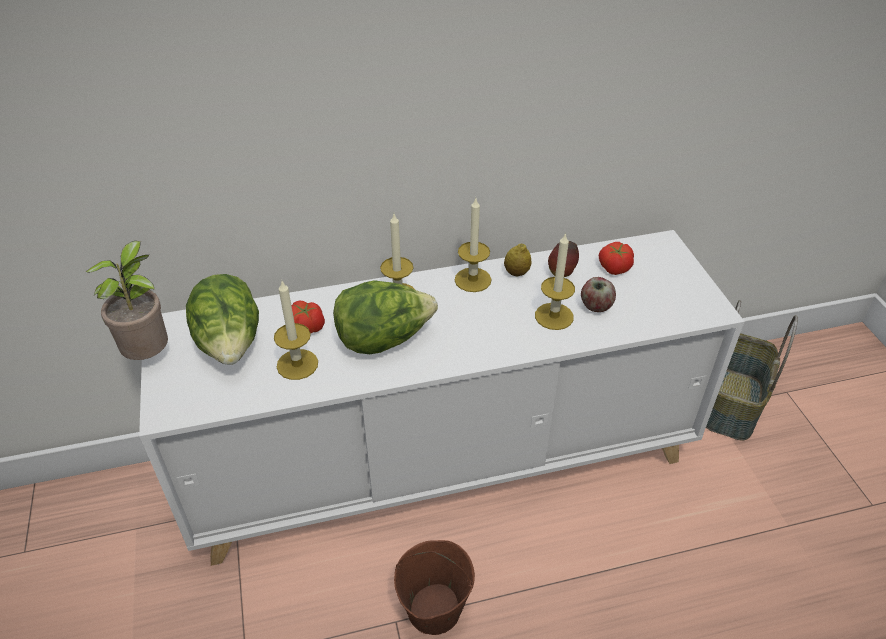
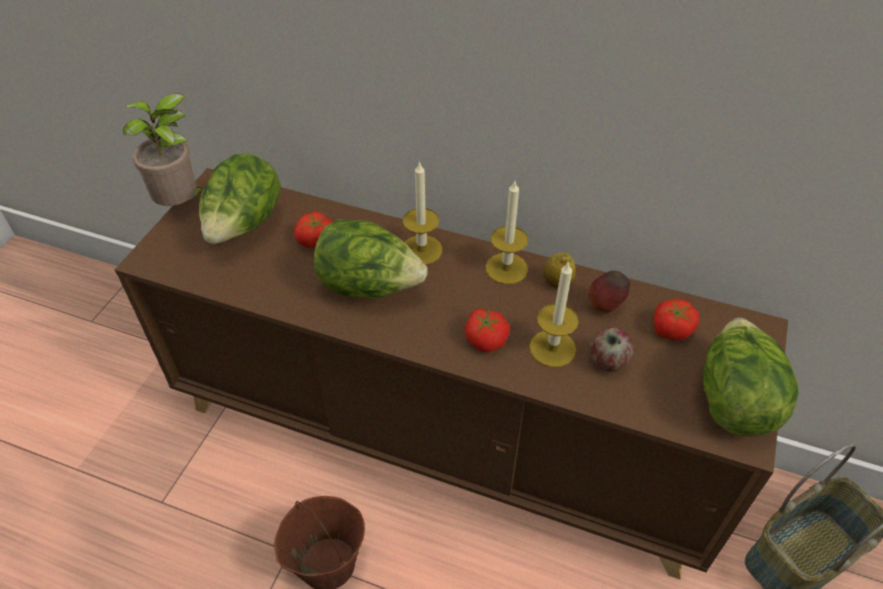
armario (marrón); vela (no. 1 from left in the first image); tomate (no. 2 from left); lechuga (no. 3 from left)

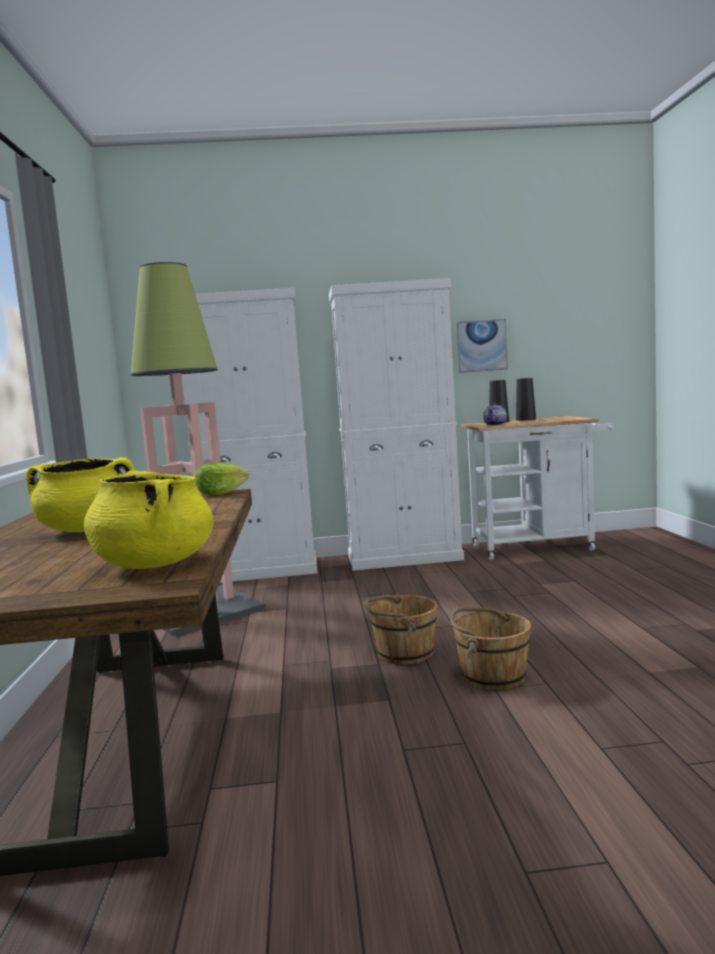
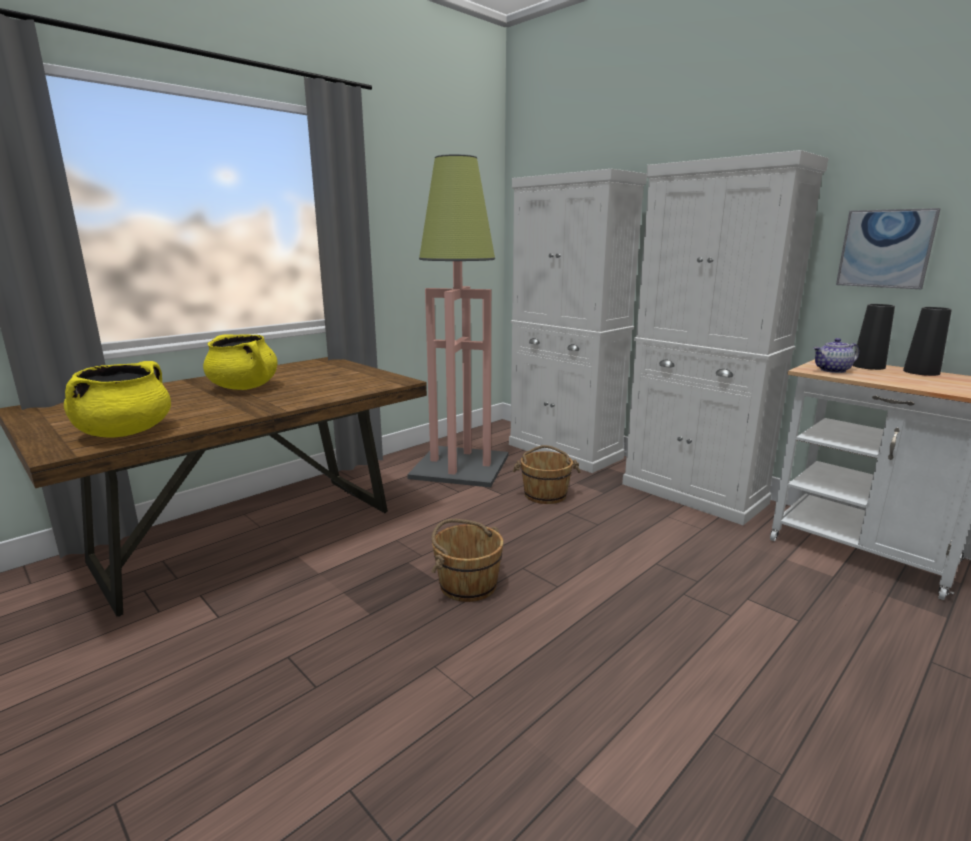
lechuga; cubo (marrón) (no. 2 from left)

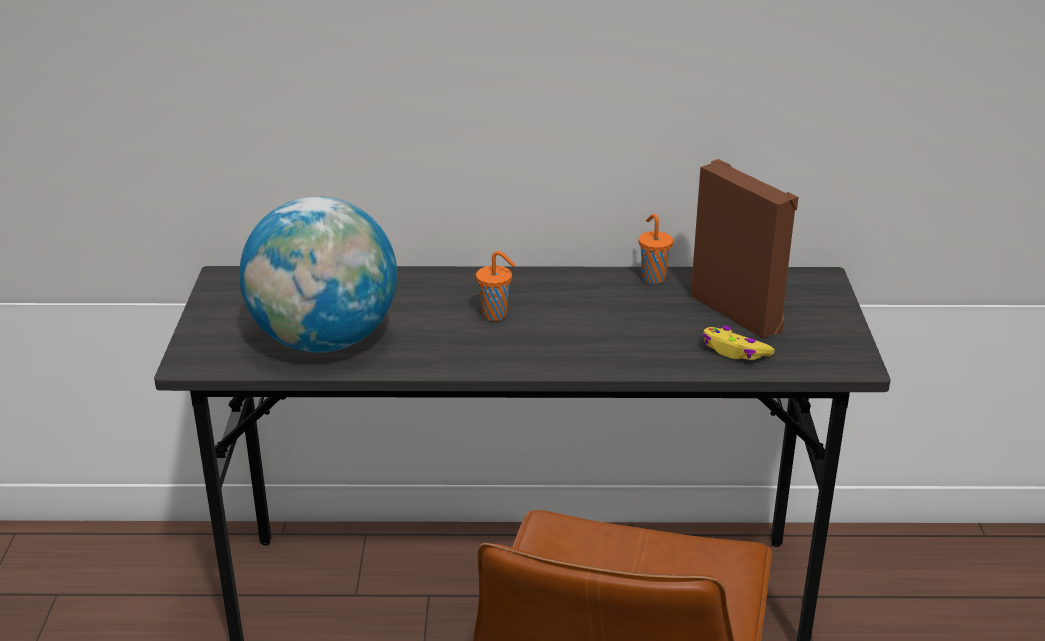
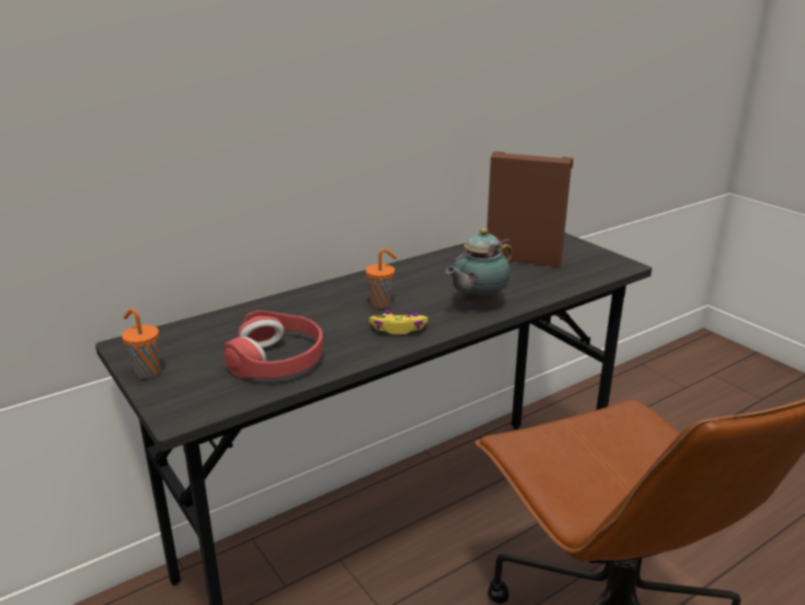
auriculares (rojo); taza (naranja) (no. 1 from left); mando de consola (amarillo); tetera

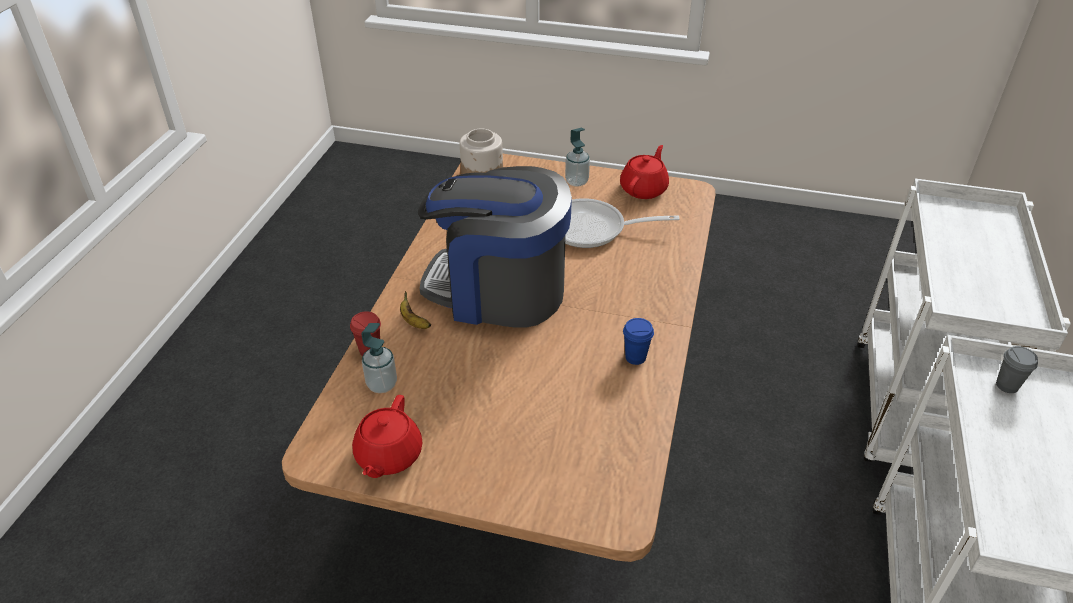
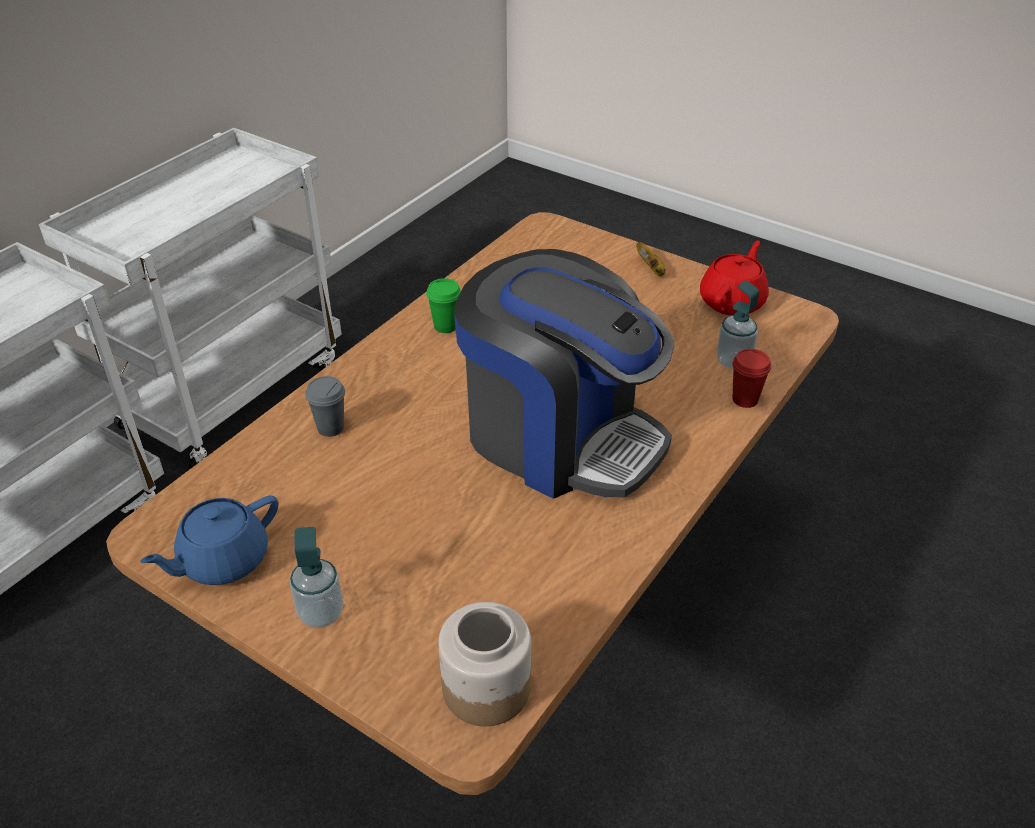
tetera (azul); sartén; plátano; taza (verde); taza (gris)

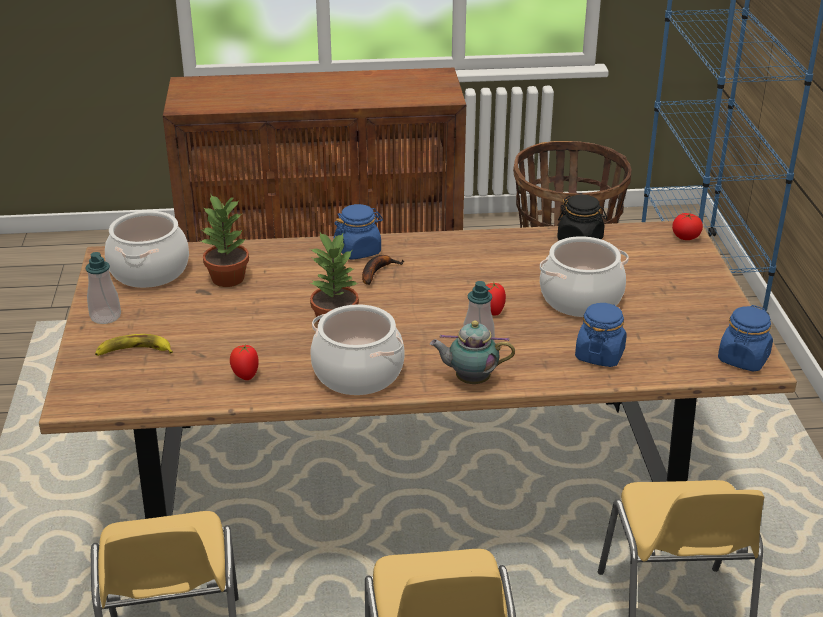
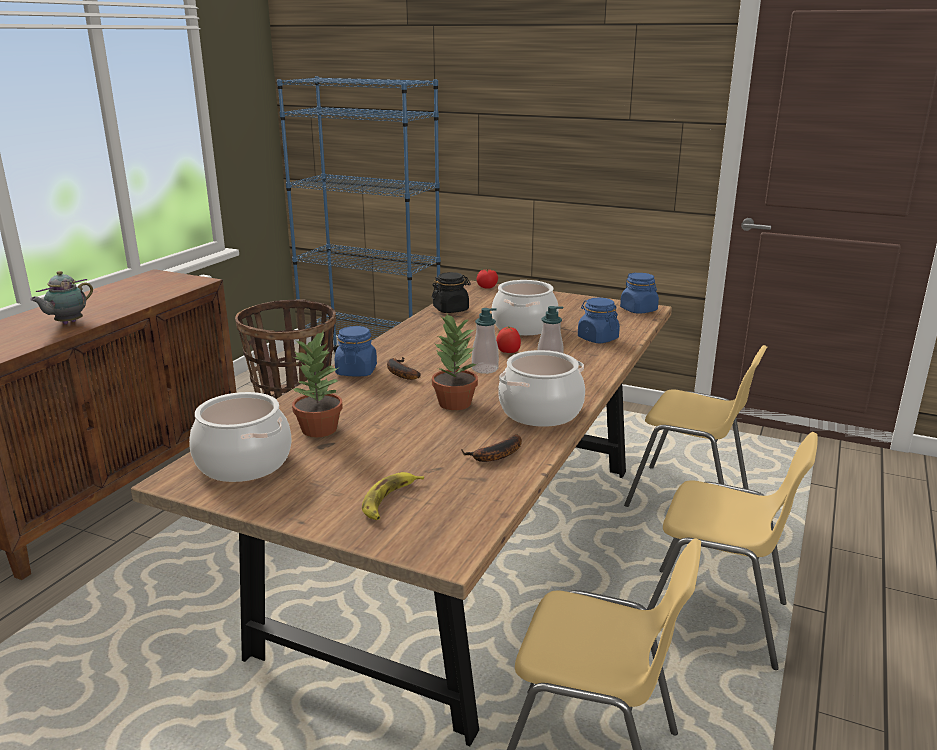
dispensador de jabón (no. 1 from left); tetera; plátano (no. 3 from left)

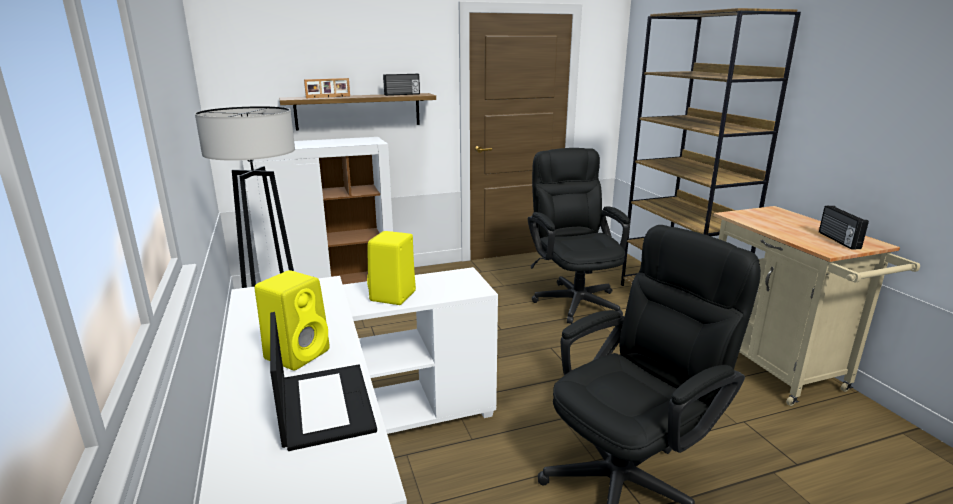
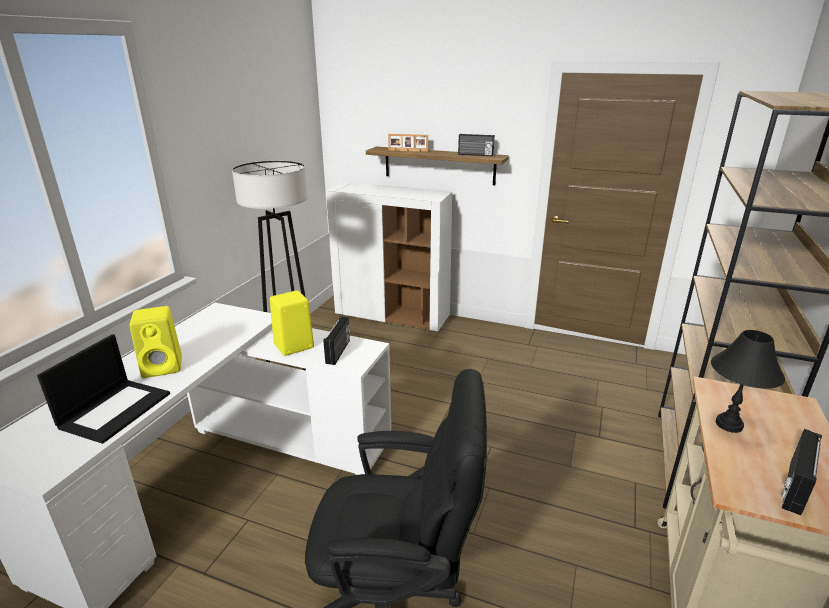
silla de oficina (negro) (no. 1 from left in the first image); radio (no. 1 from left); lámpara de mesa (negro)

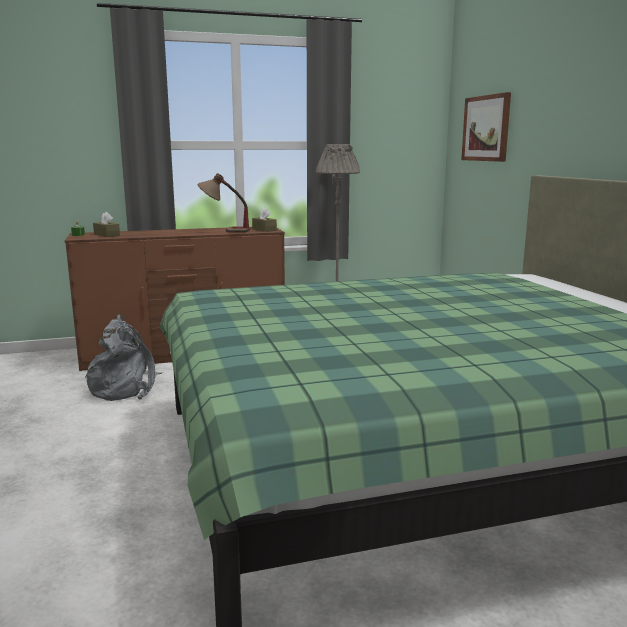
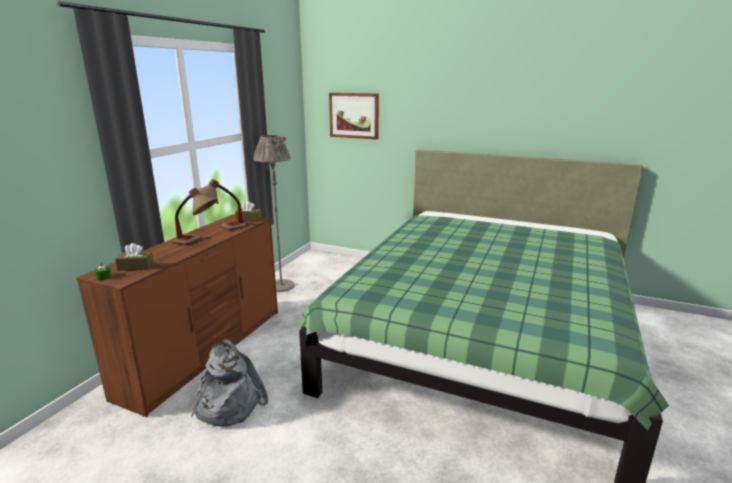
lámpara de mesa (no. 1 from left)

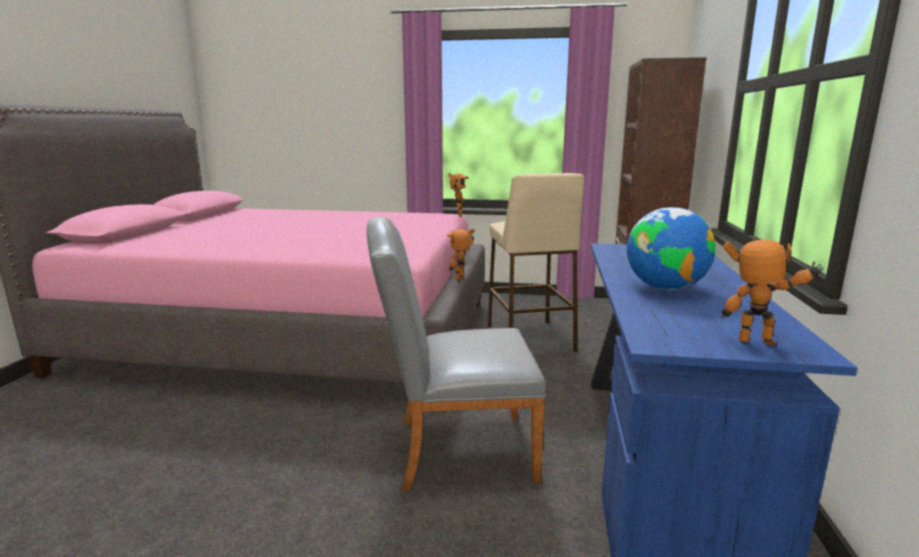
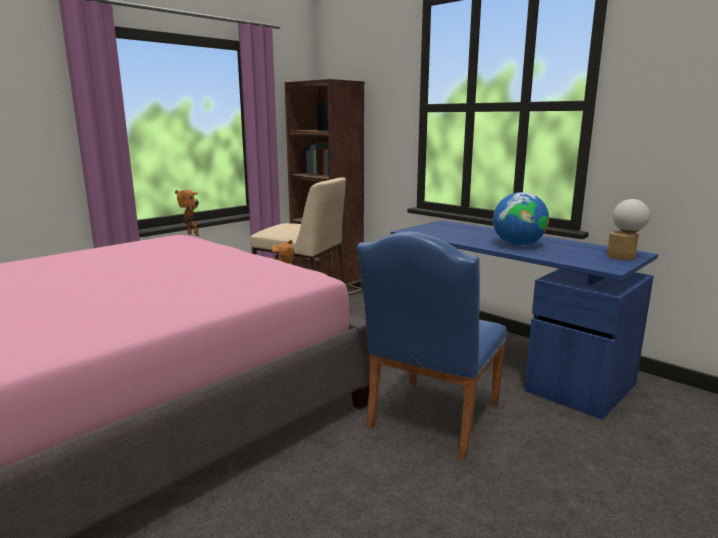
silla (azul); lámpara de mesa

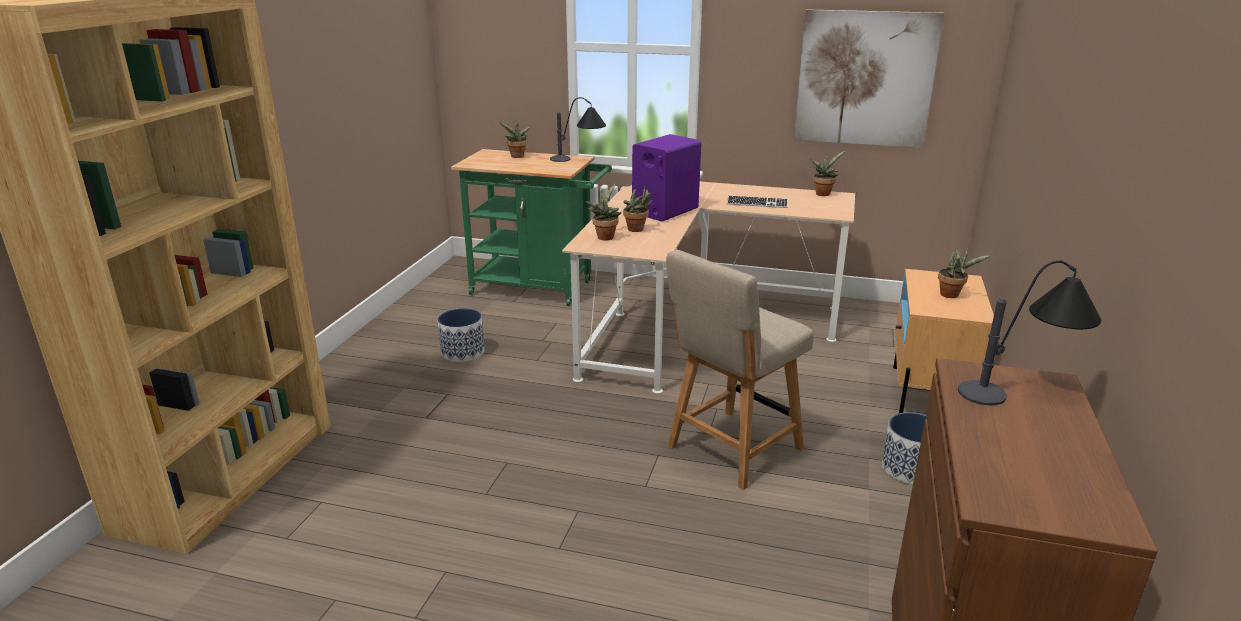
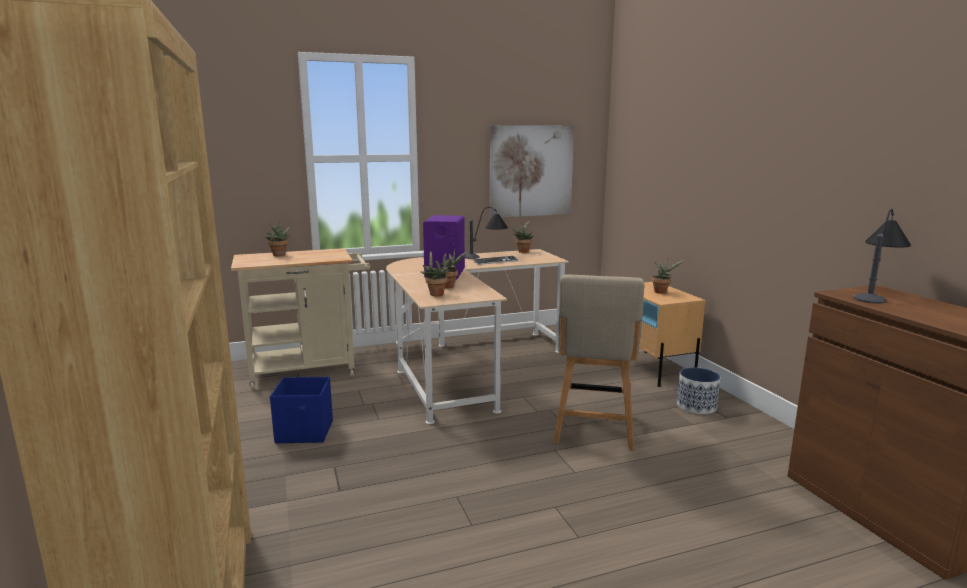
lámpara de mesa (no. 1 from left); carrito (beis); caja de almacenaje (azul)

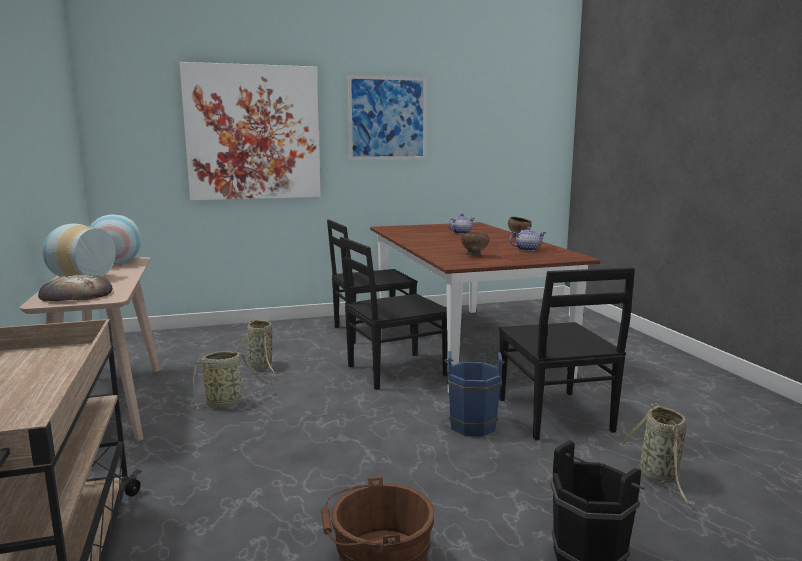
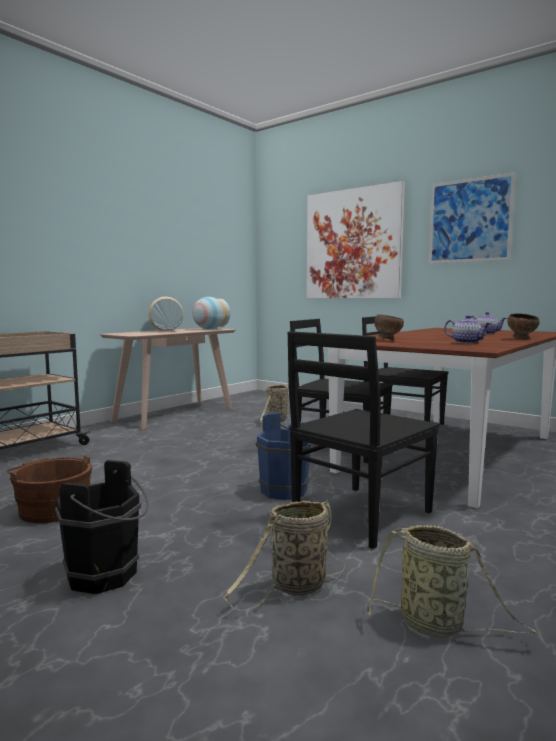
pan; cesta (no. 3 from left)

